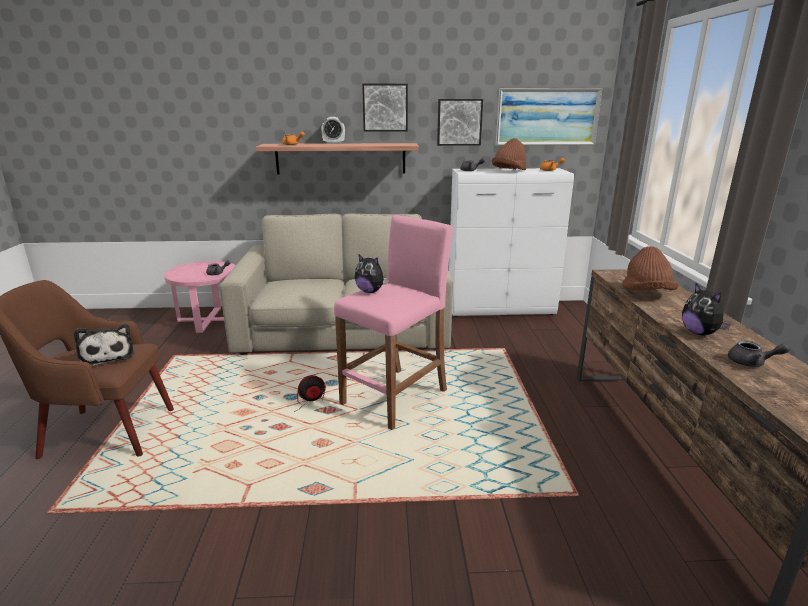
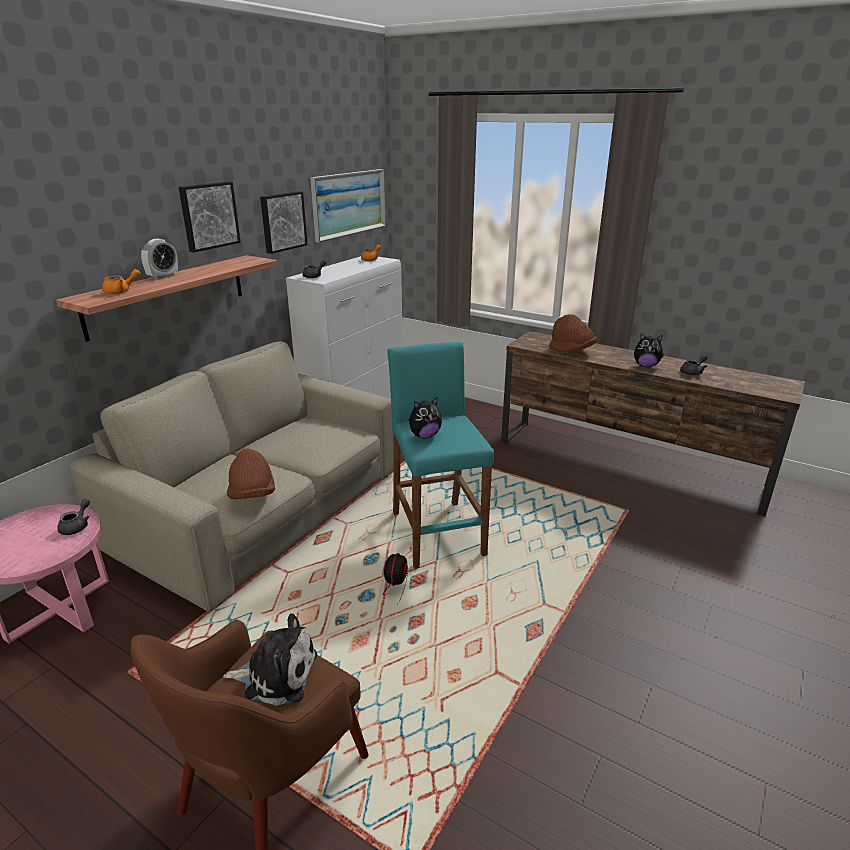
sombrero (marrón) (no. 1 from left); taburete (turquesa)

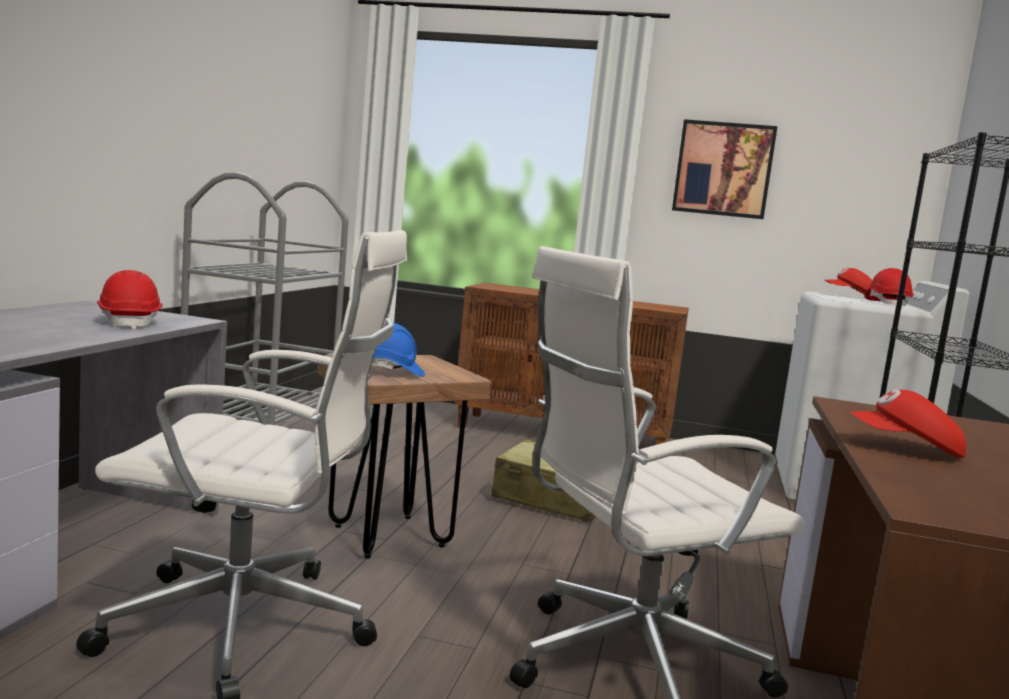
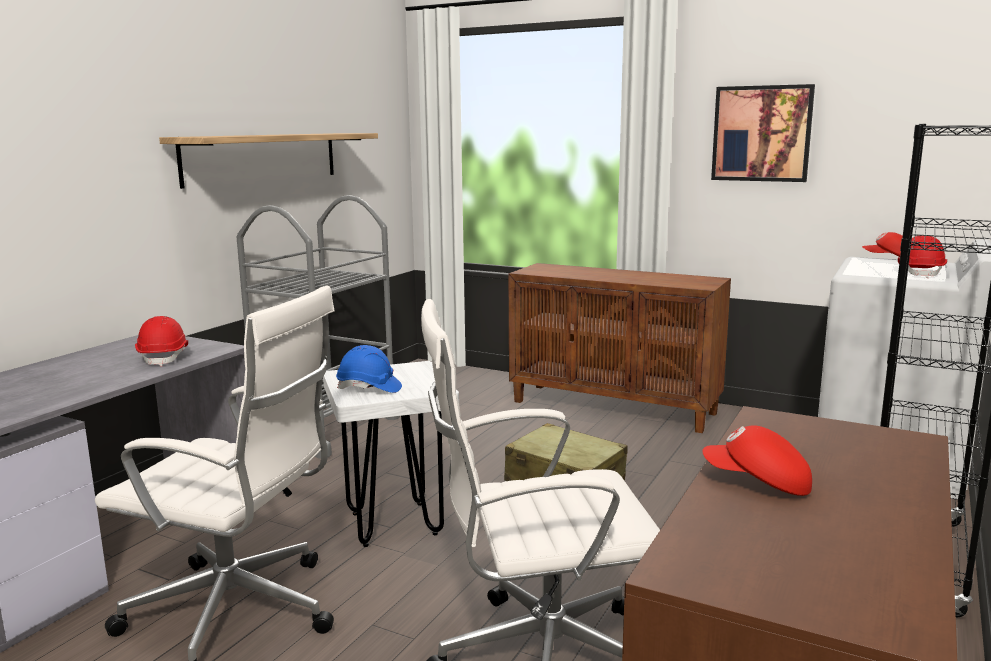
taburete (blanco); estante

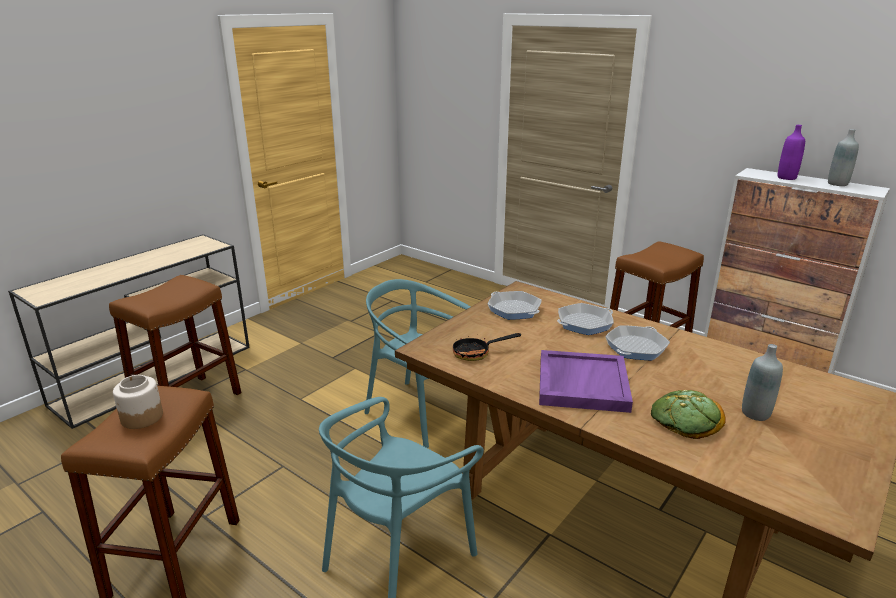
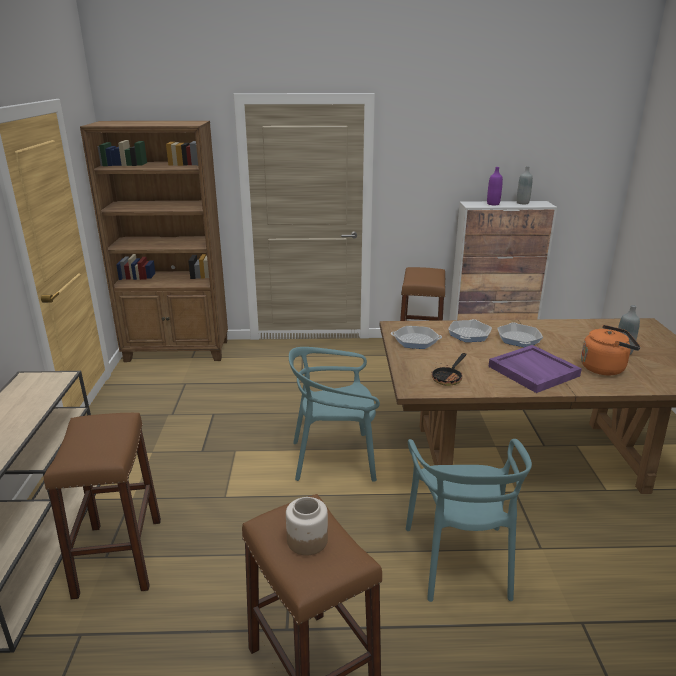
hervidor (naranja); estantería (marrón)

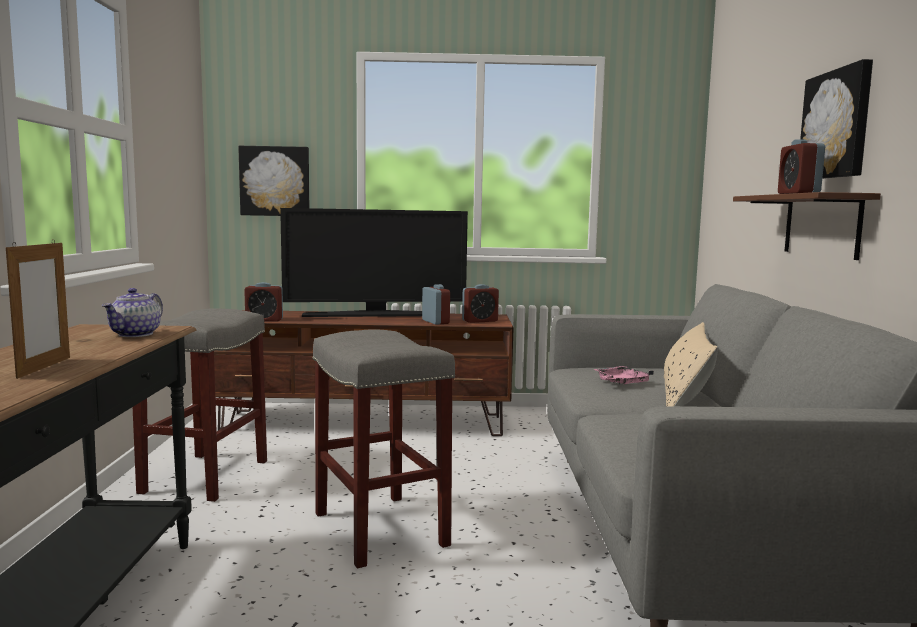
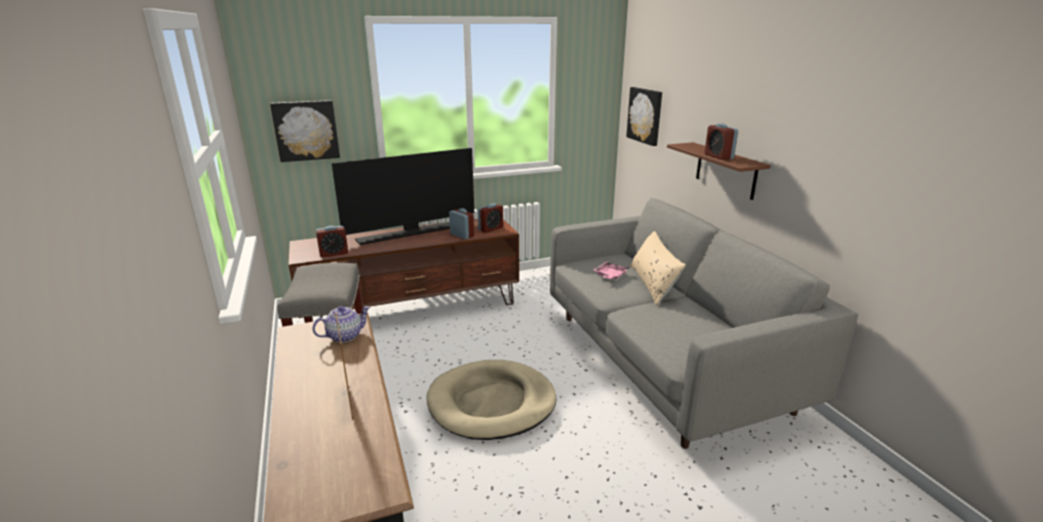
cuadro (no. 2 from left); tetera; cama para perro (beis)

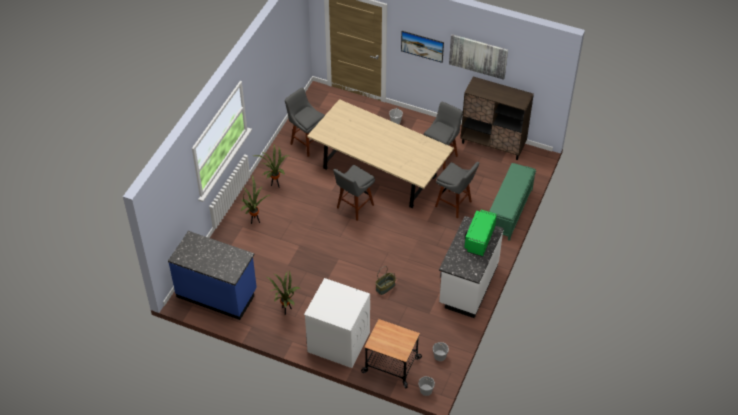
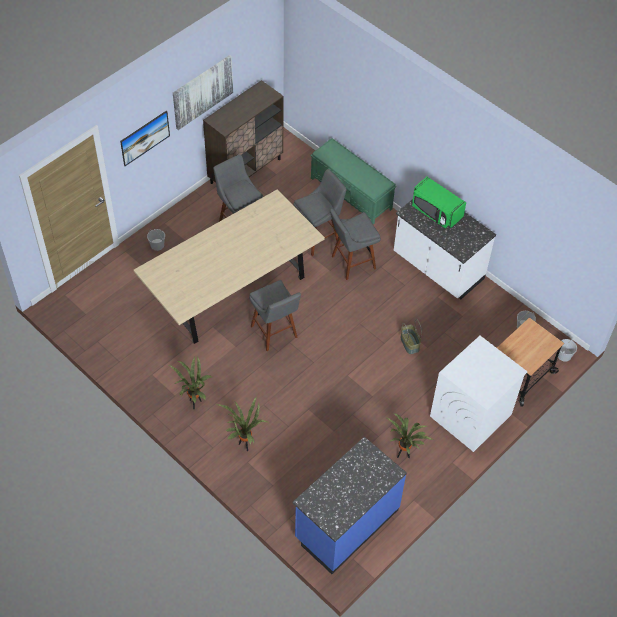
taburete (gris) (no. 4 from left)

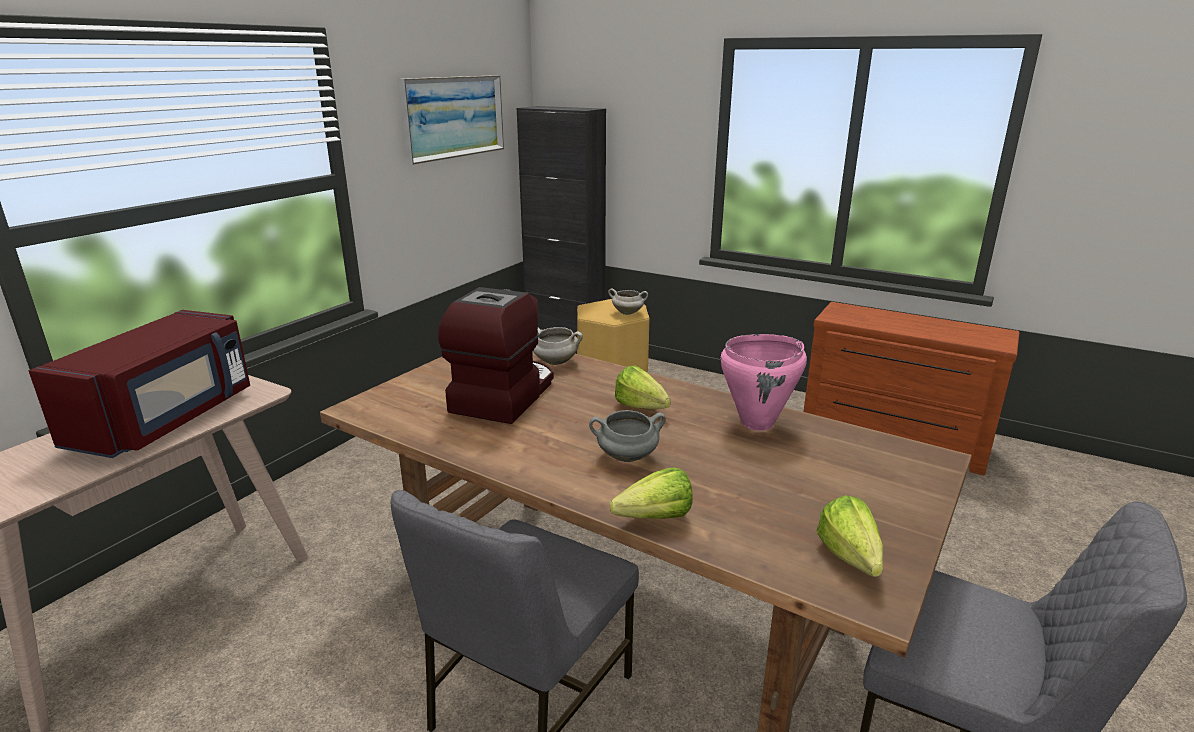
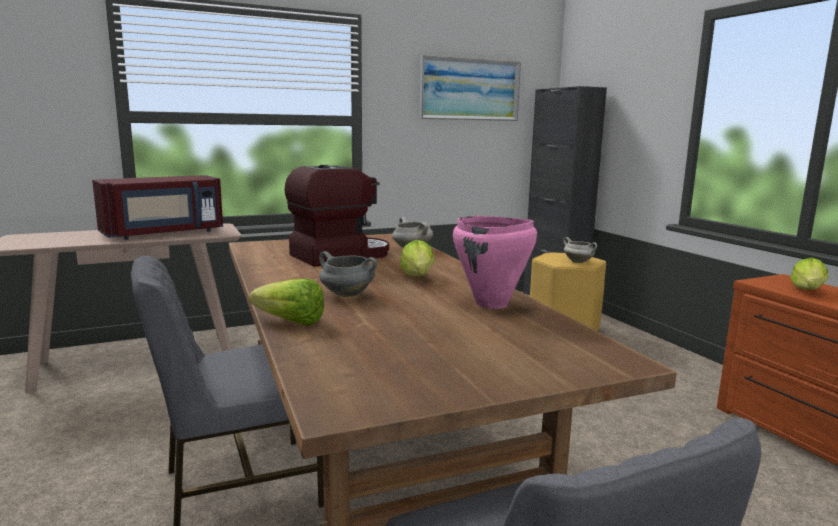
lechuga (no. 3 from left)

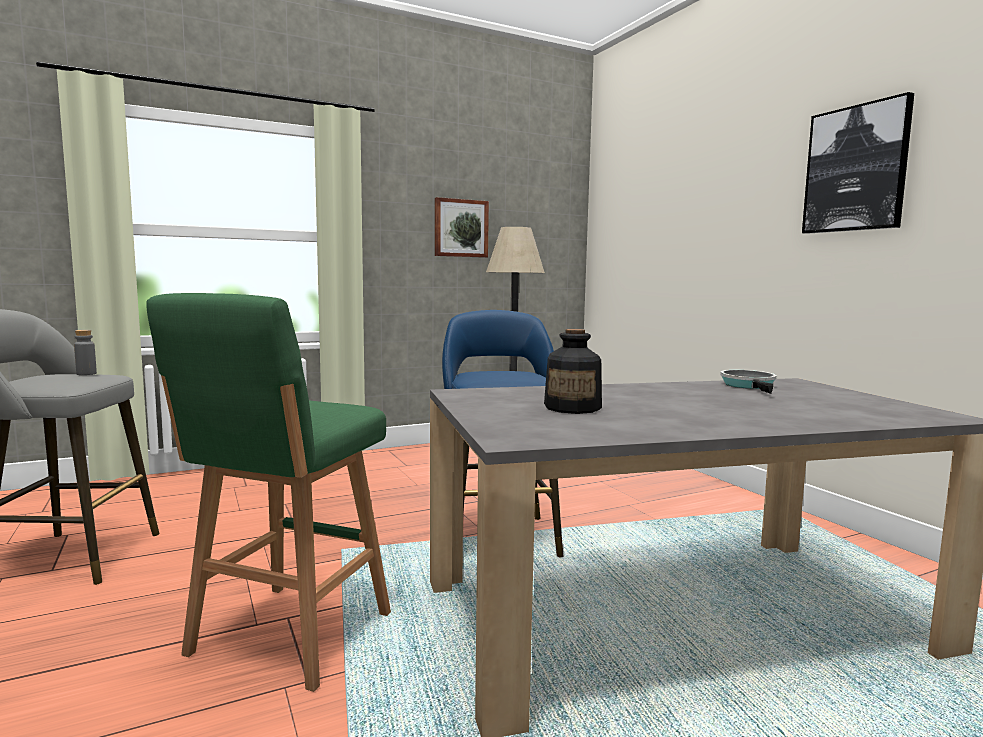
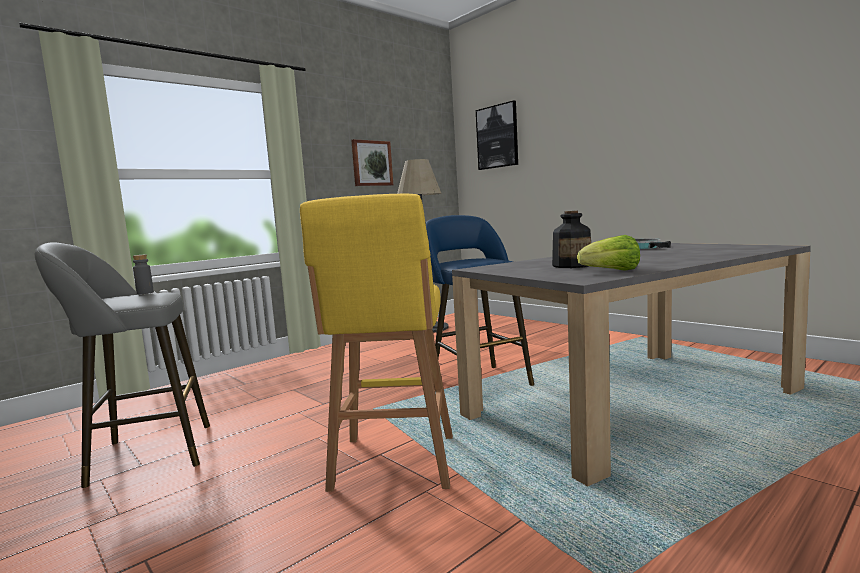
cuadro (no. 2 from left); taburete (amarillo); lechuga

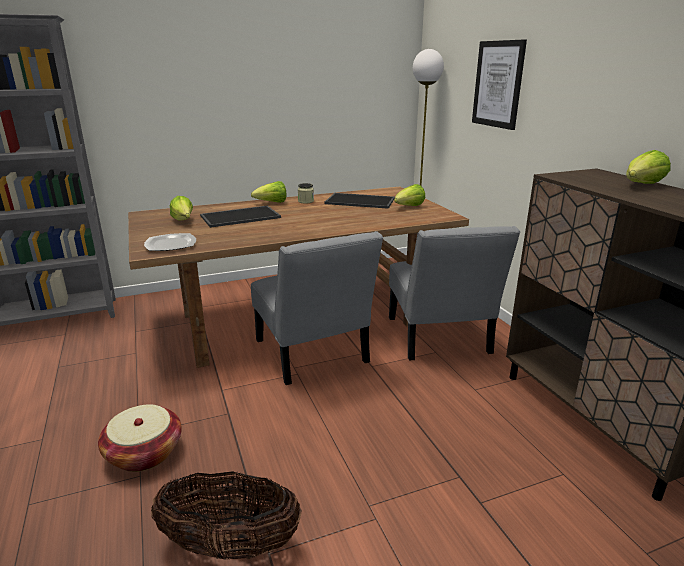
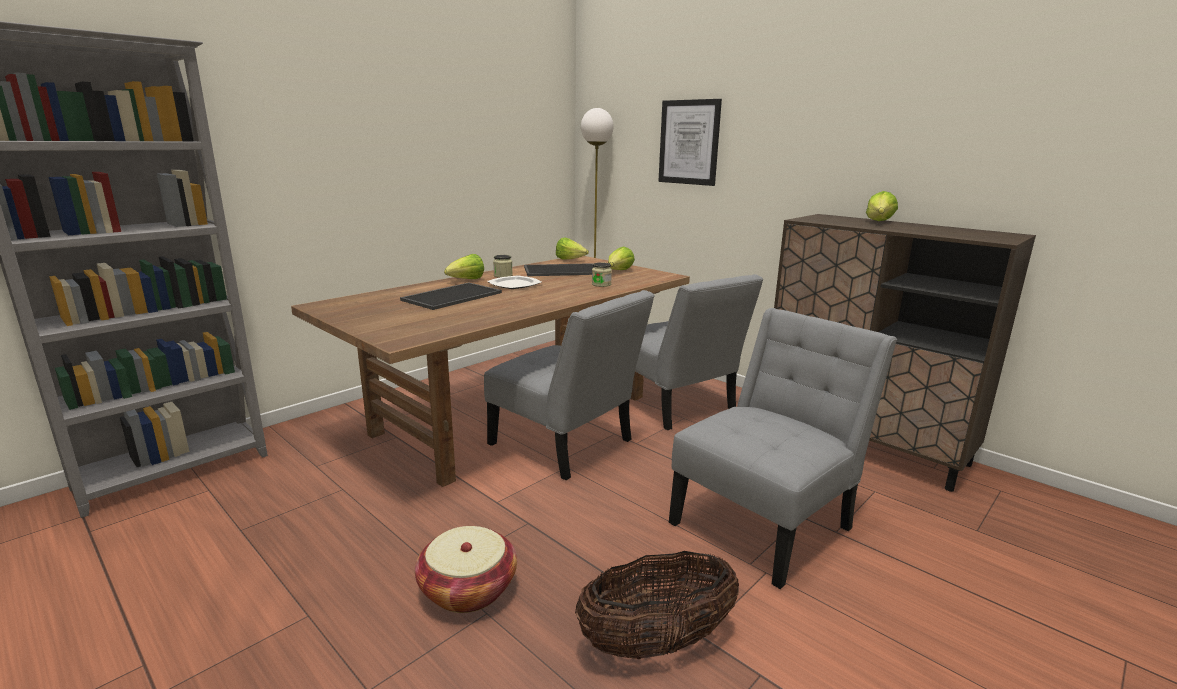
lechuga (no. 2 from left); plato; tarro (no. 2 from left); silla (gris) (no. 3 from left)

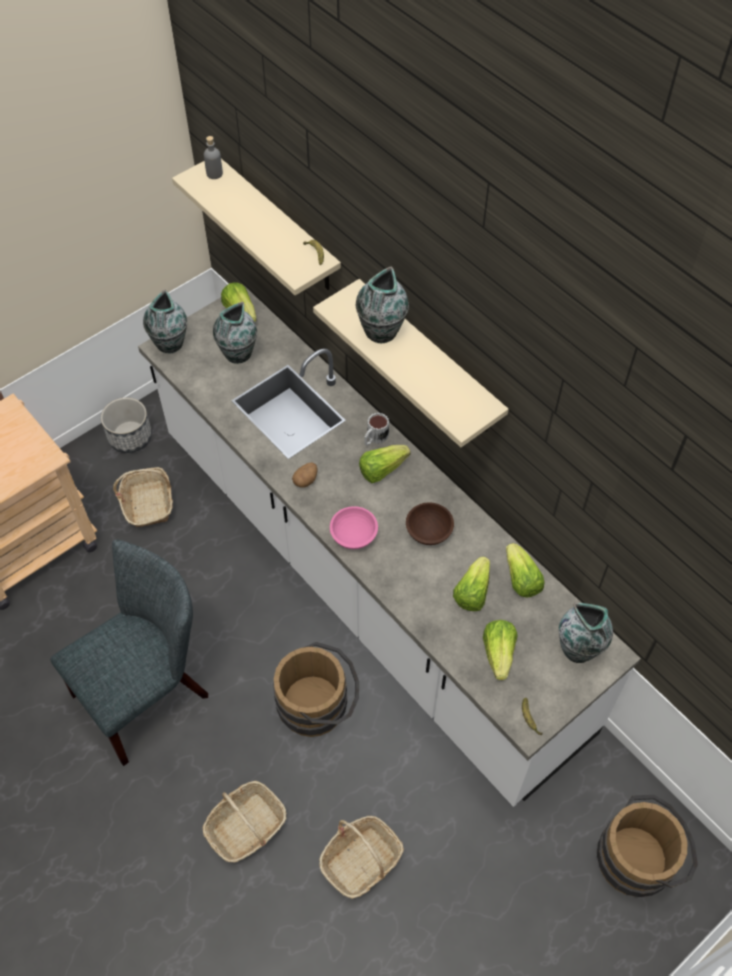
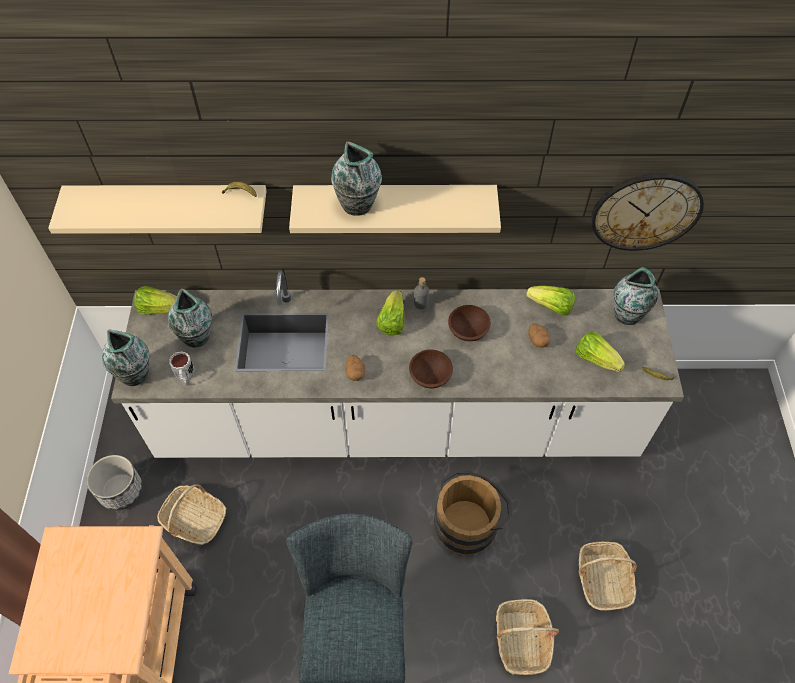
botella (gris); taza grande; cuenco (marrón) (no. 1 from left); patata (no. 2 from left); cubo (marrón) (no. 2 from left in the first image); reloj de pared

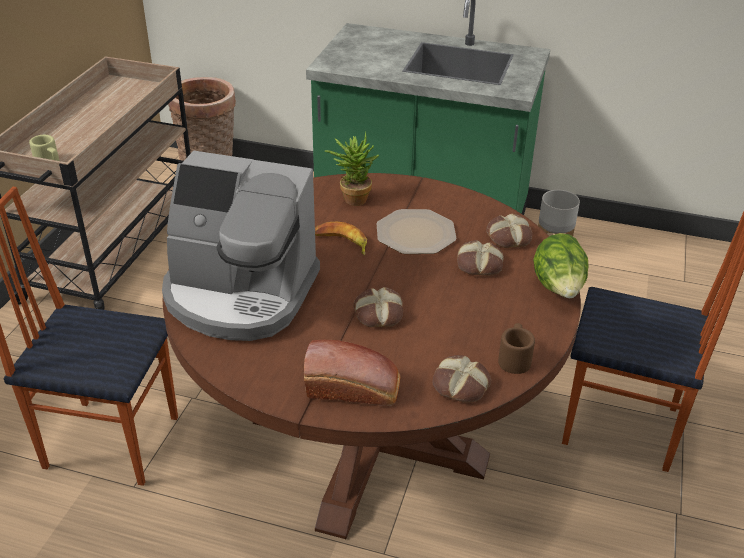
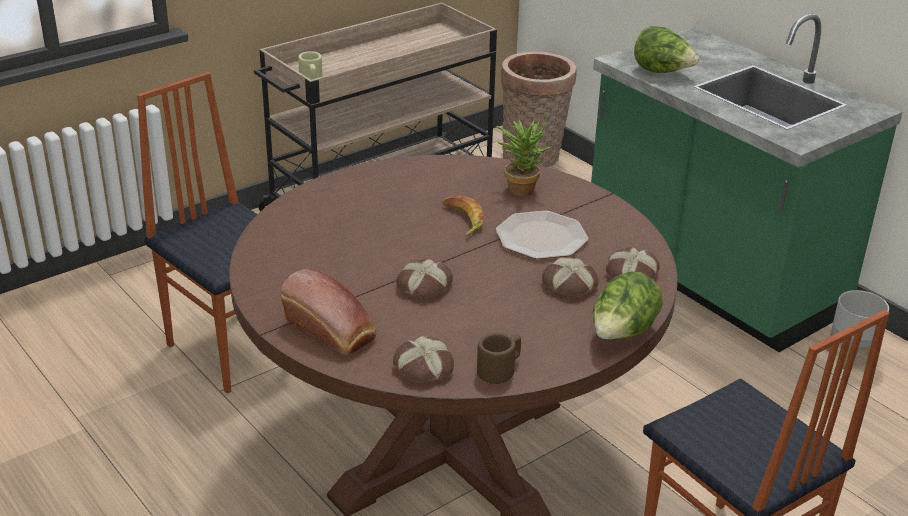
cafetera; lechuga (no. 2 from left)

